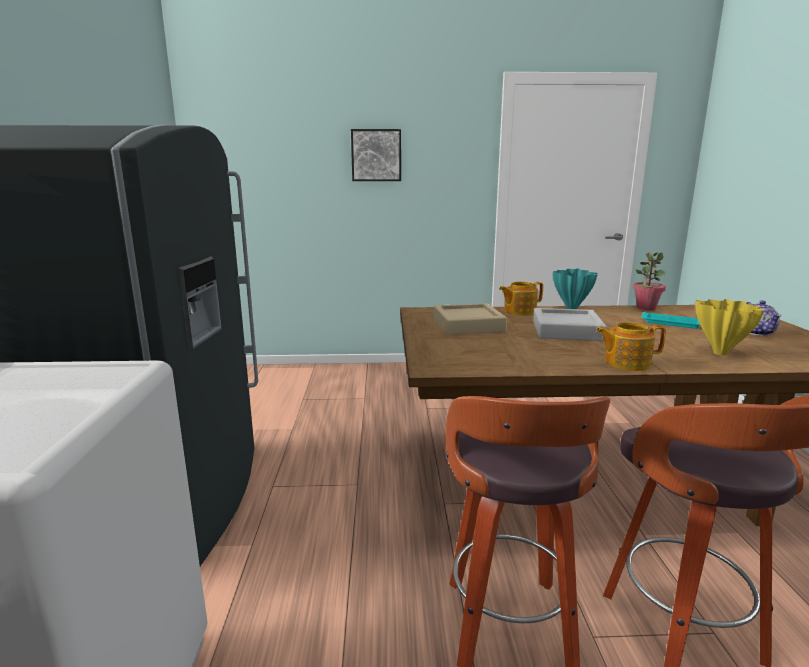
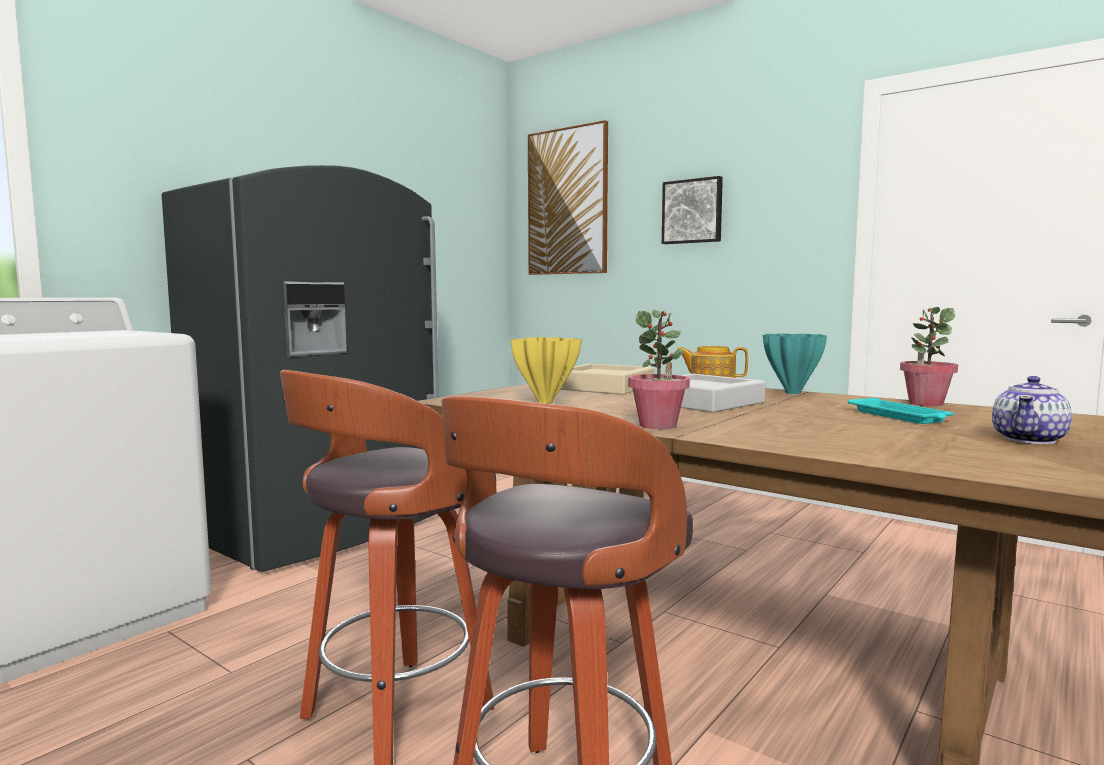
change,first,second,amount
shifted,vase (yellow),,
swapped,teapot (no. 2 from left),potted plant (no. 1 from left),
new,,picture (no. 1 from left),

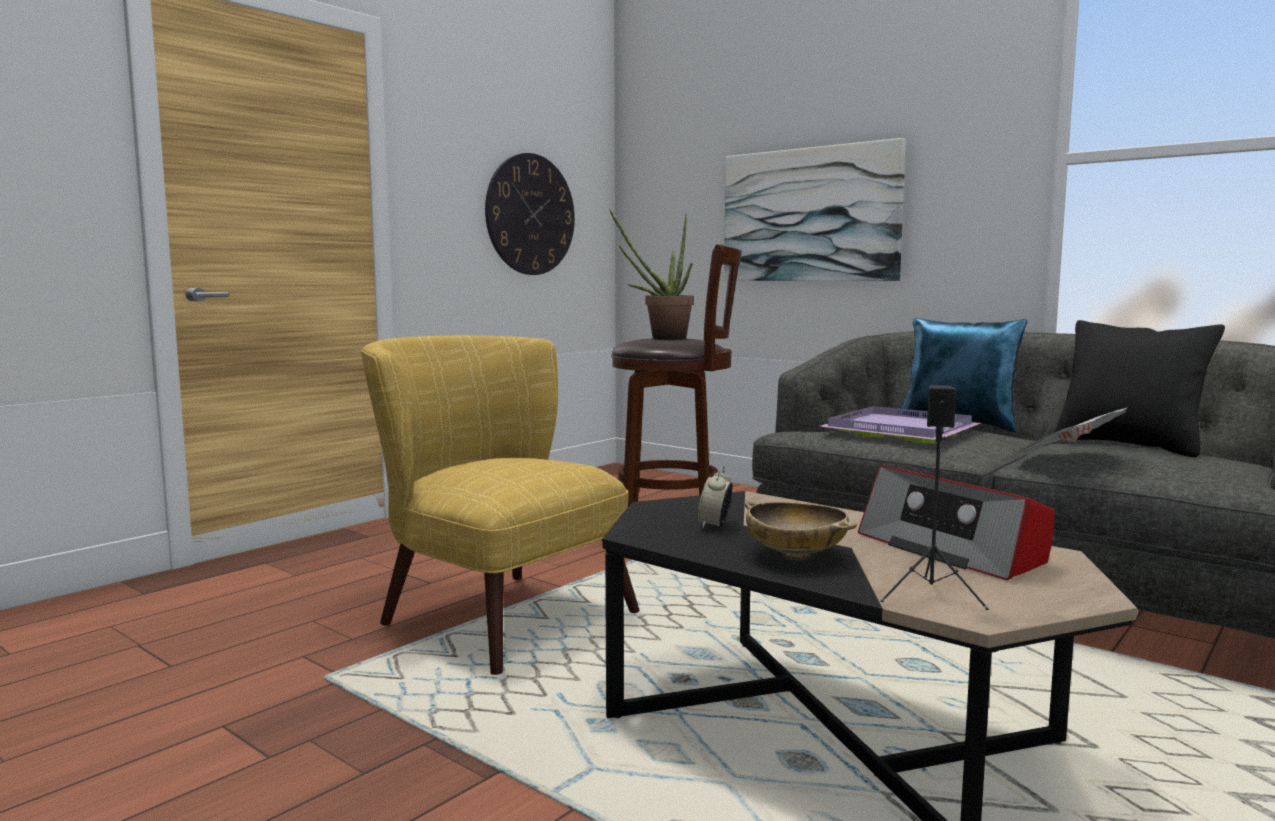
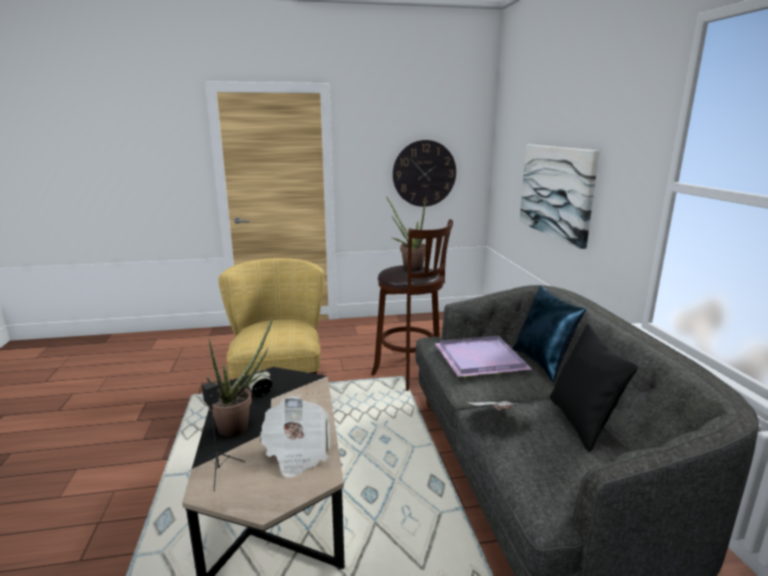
change,first,second,amount
swapped,radio,newspaper (no. 1 from left),
swapped,bowl (beige),potted plant (no. 1 from left),

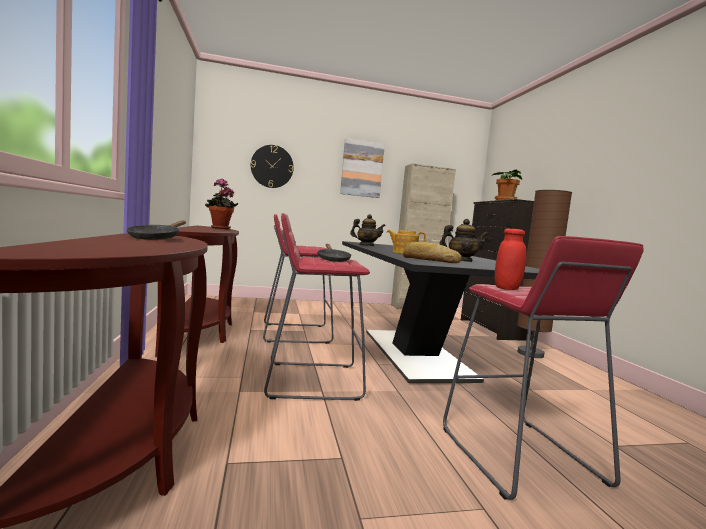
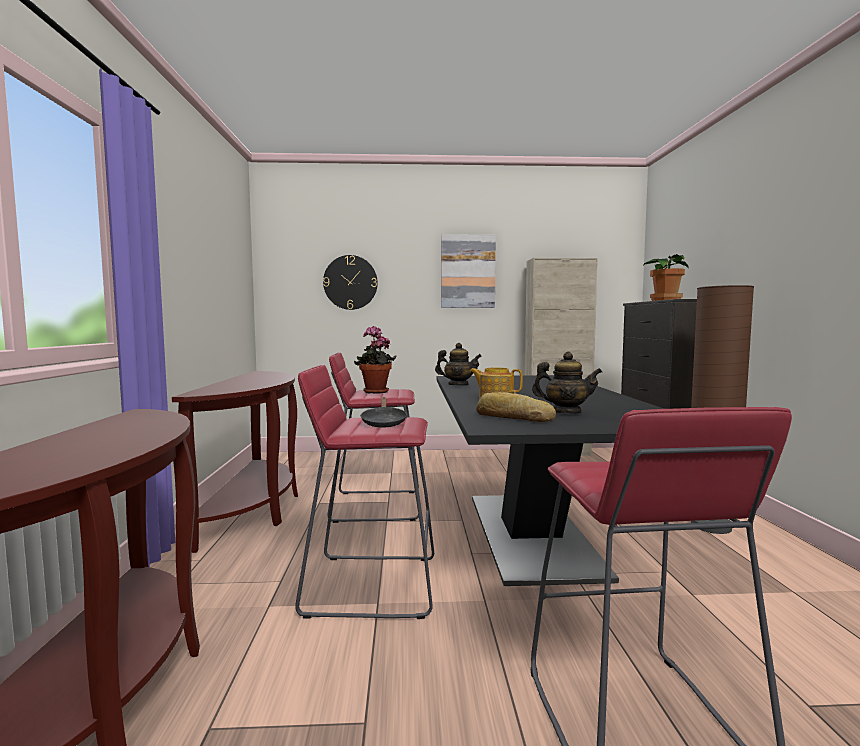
change,first,second,amount
shifted,potted plant (no. 1 from left),,
gone,frying pan (black) (no. 1 from left),,
gone,jar (red),,

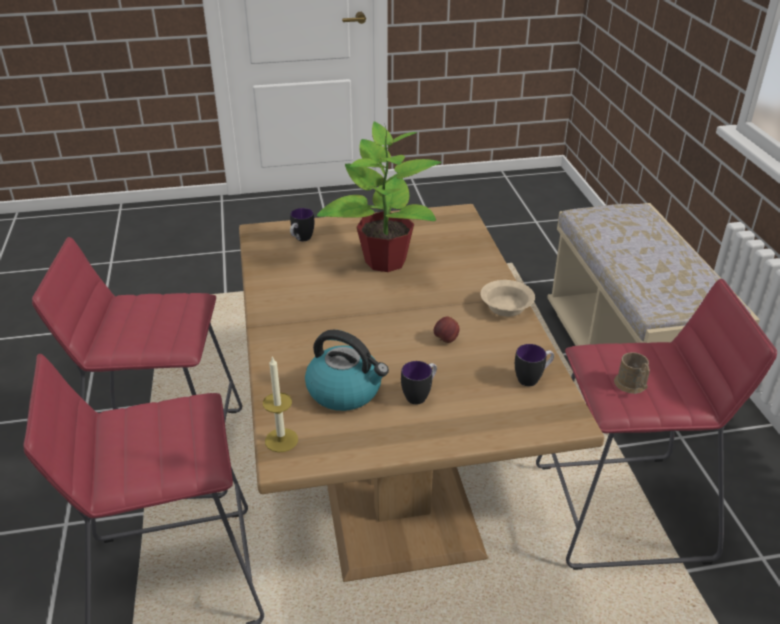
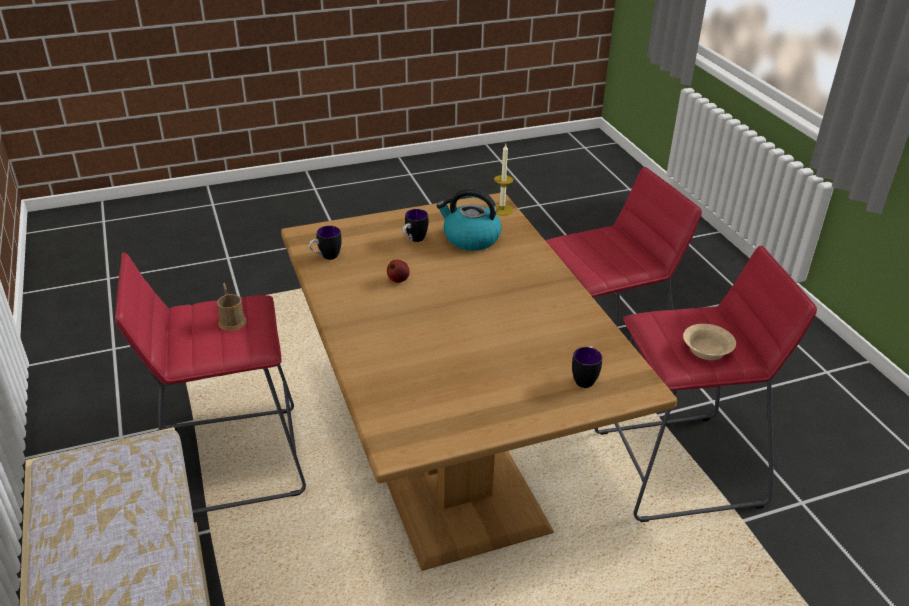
change,first,second,amount
gone,potted plant,,
shifted,bowl (beige),,

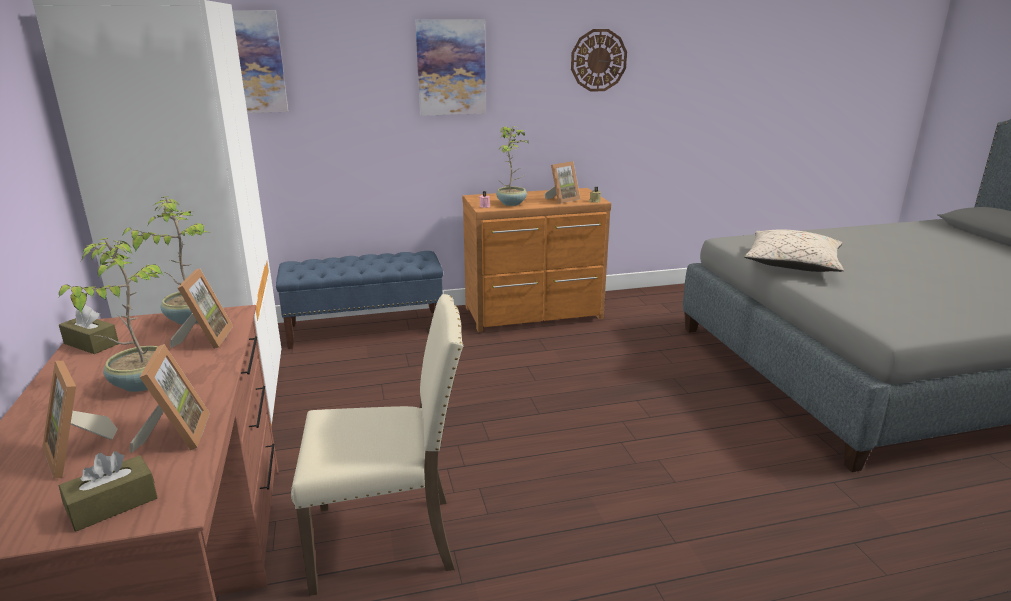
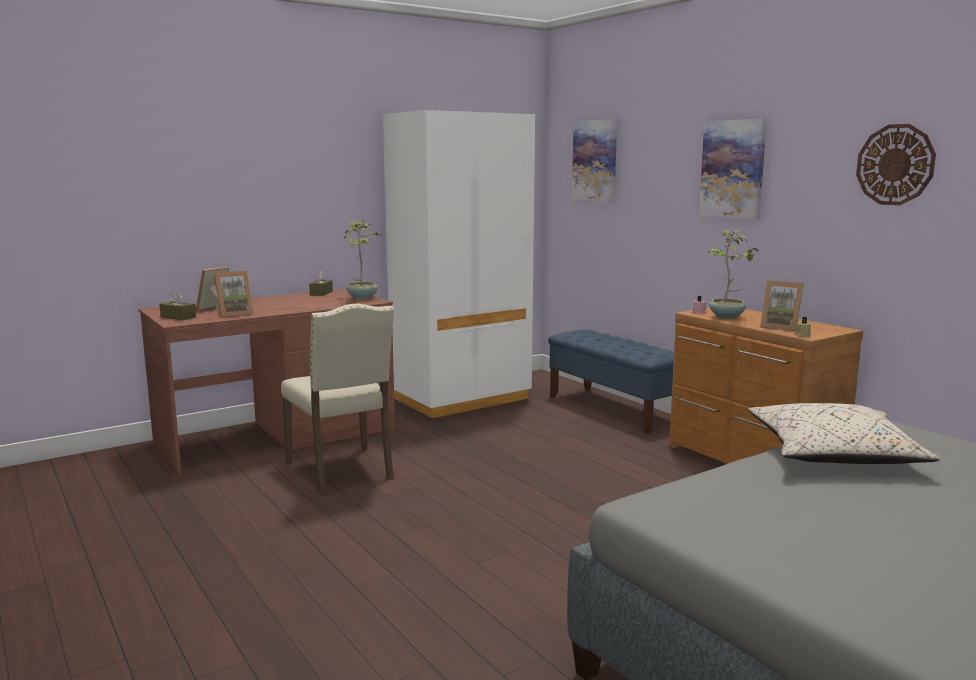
change,first,second,amount
gone,potted plant (no. 1 from left),,
gone,picture frame (no. 3 from left),,

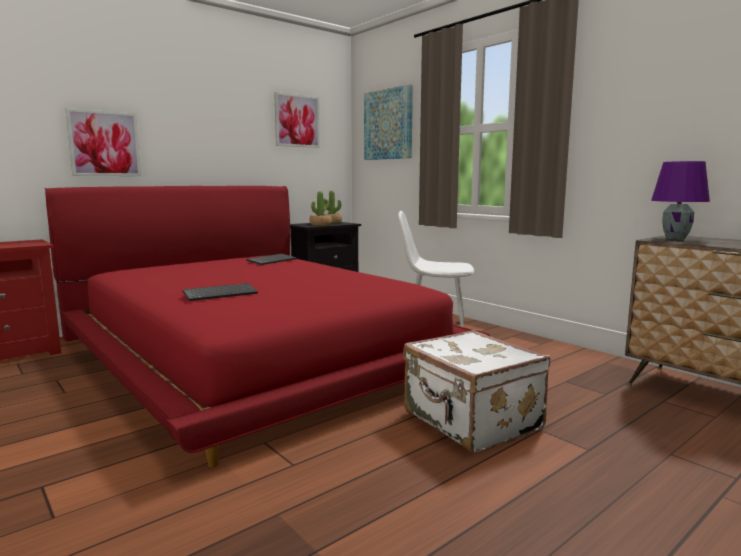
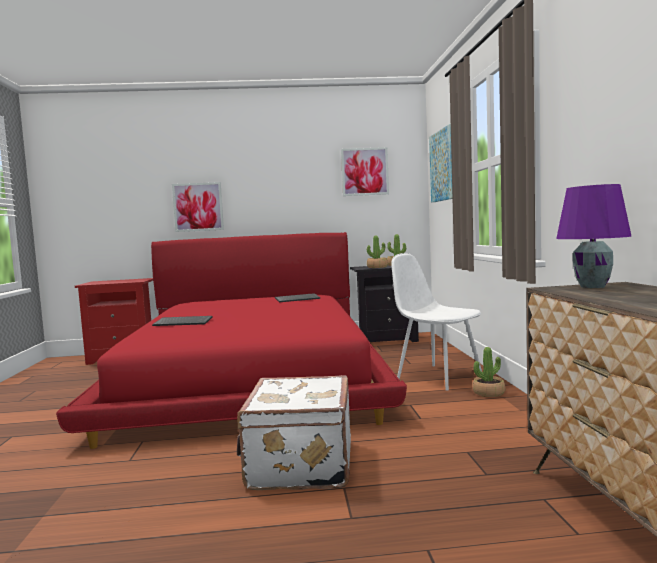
change,first,second,amount
new,,potted plant (no. 3 from left),

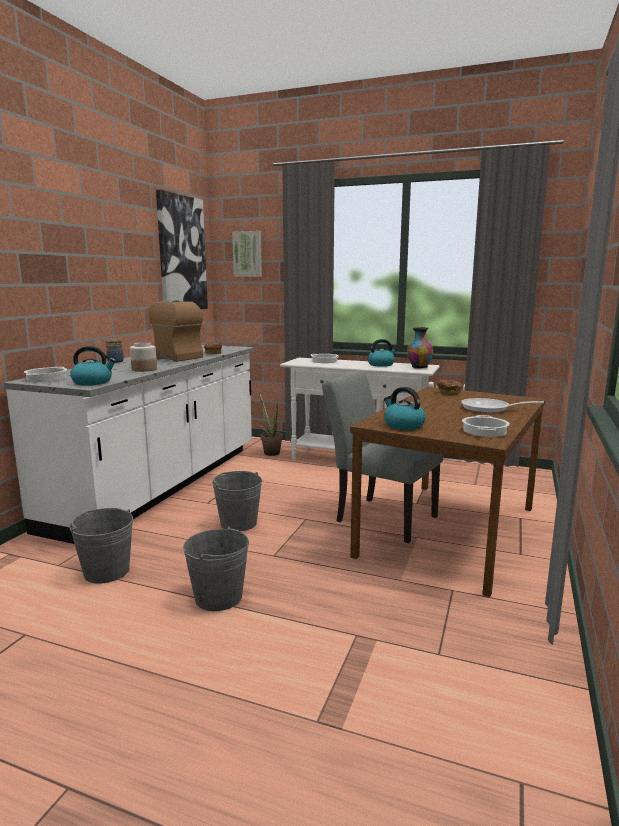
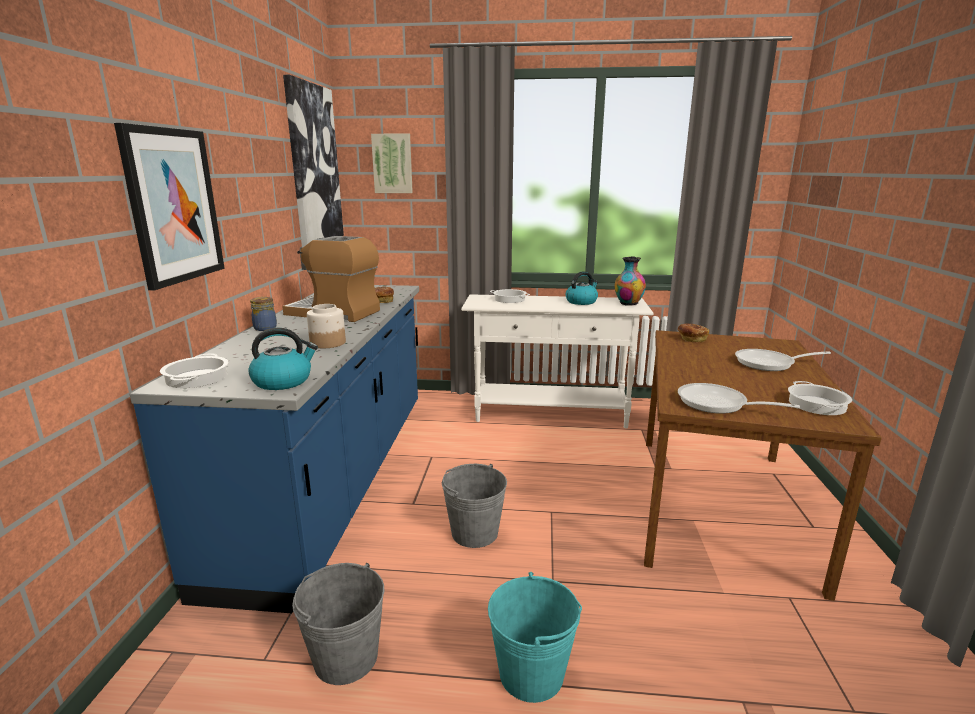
change,first,second,amount
repainted,counter (white),counter (blue),
gone,chair (grey),,
swapped,kettle (no. 3 from left),frying pan (no. 1 from left),
gone,potted plant,,
repainted,bucket (grey) (no. 2 from left),bucket (turquoise),
new,,picture (no. 1 from left),

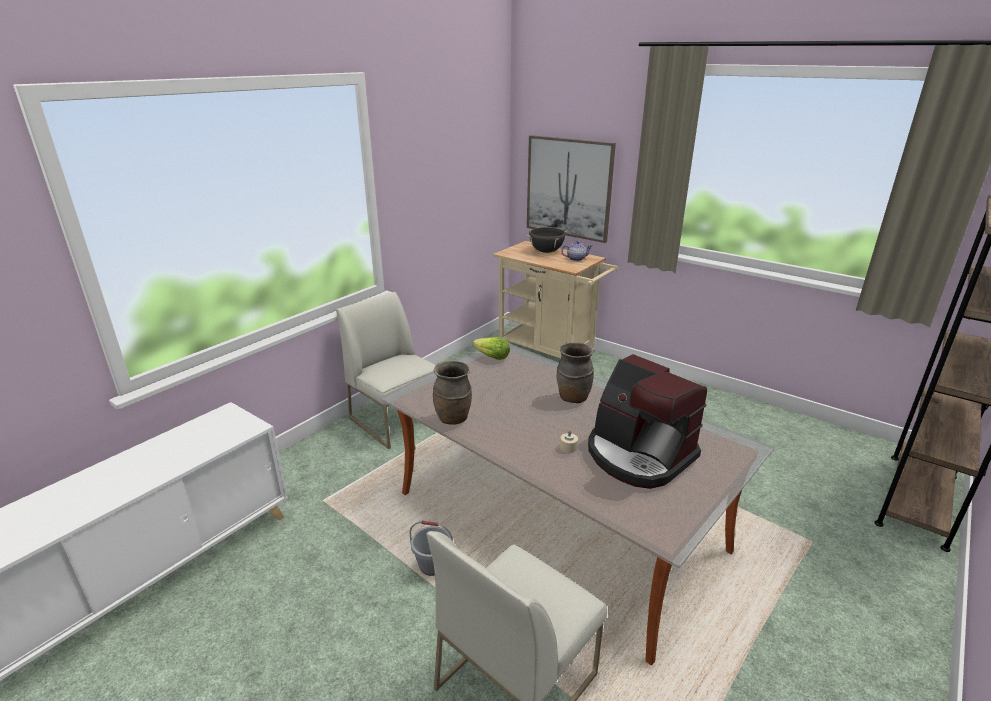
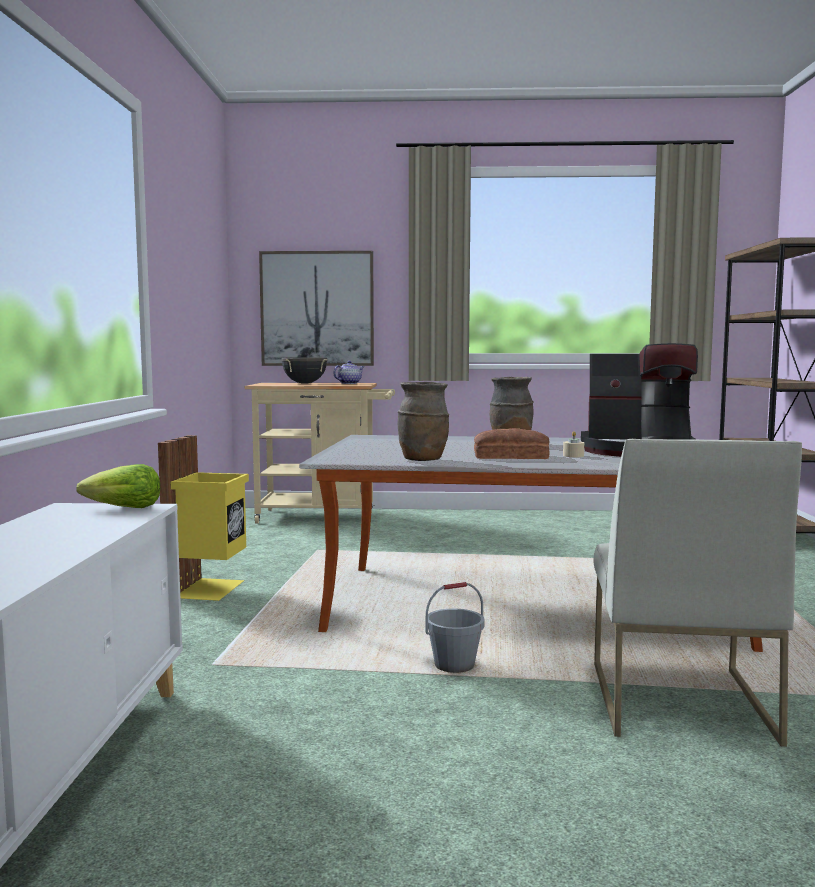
change,first,second,amount
swapped,chair (white) (no. 1 from left),trash can (yellow),
shifted,lettuce,,
new,,bread,

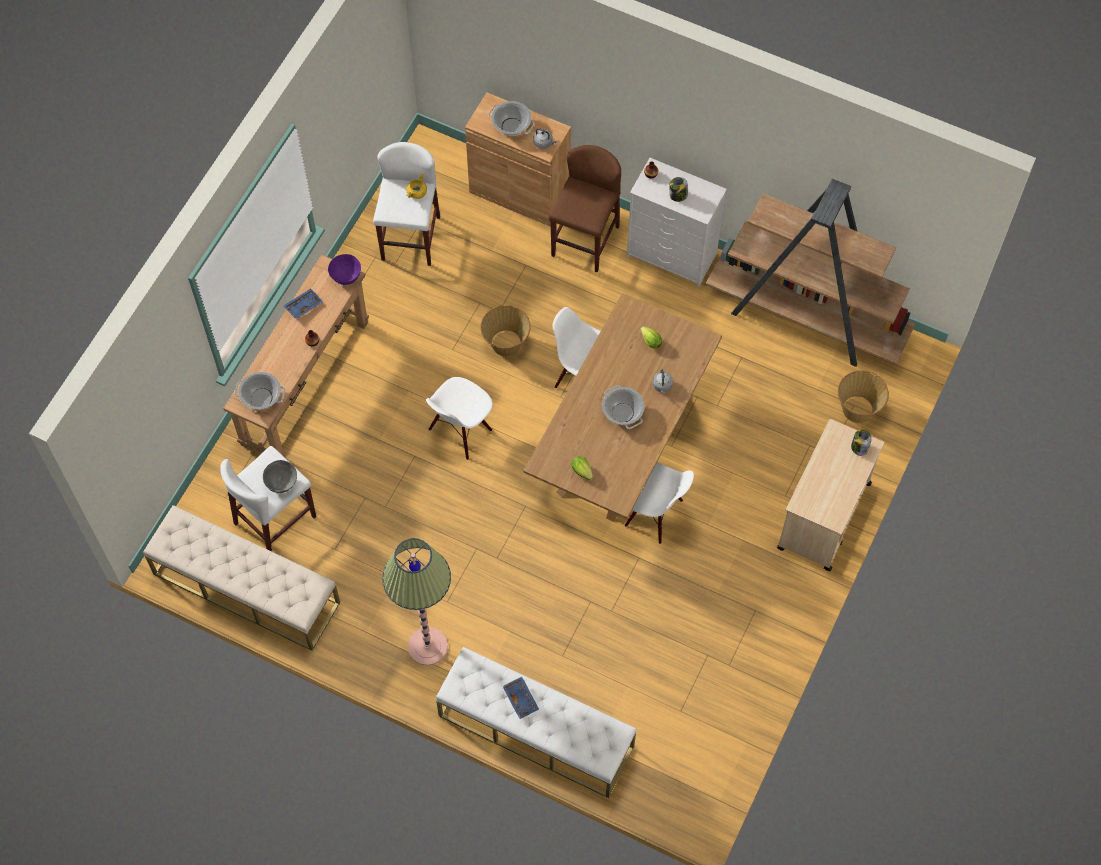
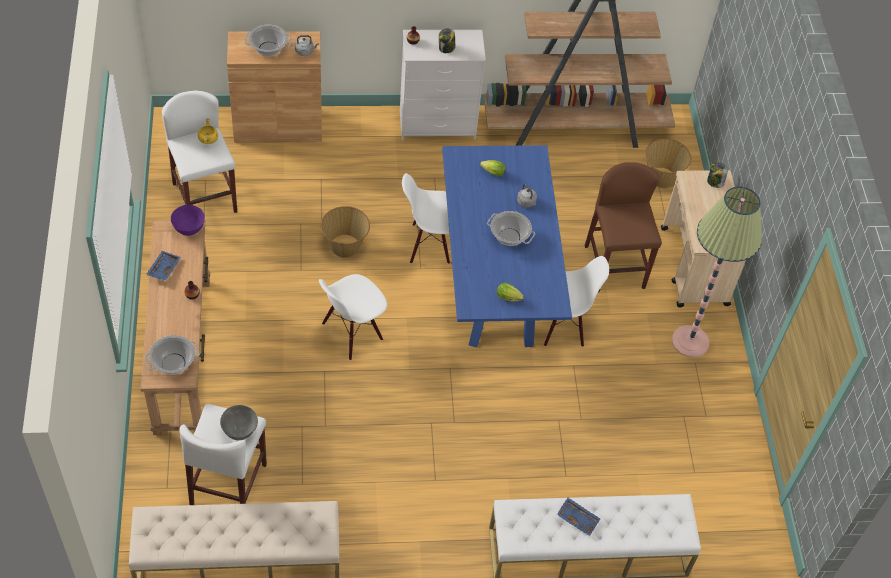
change,first,second,amount
shifted,stool (brown),,
repainted,dining table (brown),dining table (blue),
rotated,chair (white) (no. 1 from left),,45 degrees clockwise
shifted,floor lamp,,

